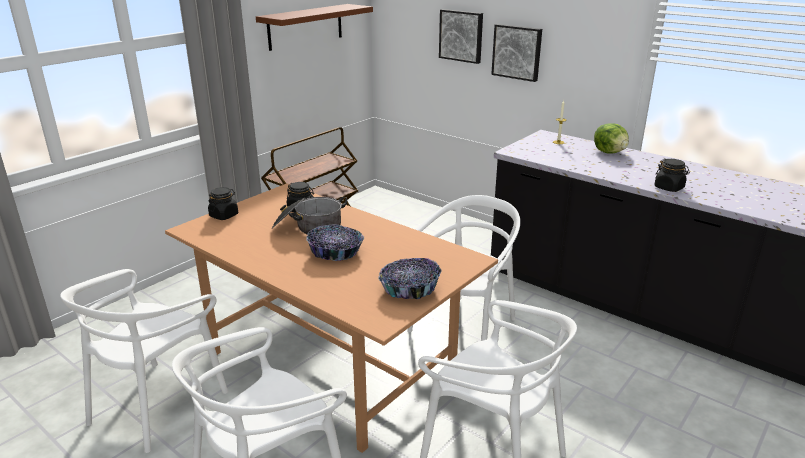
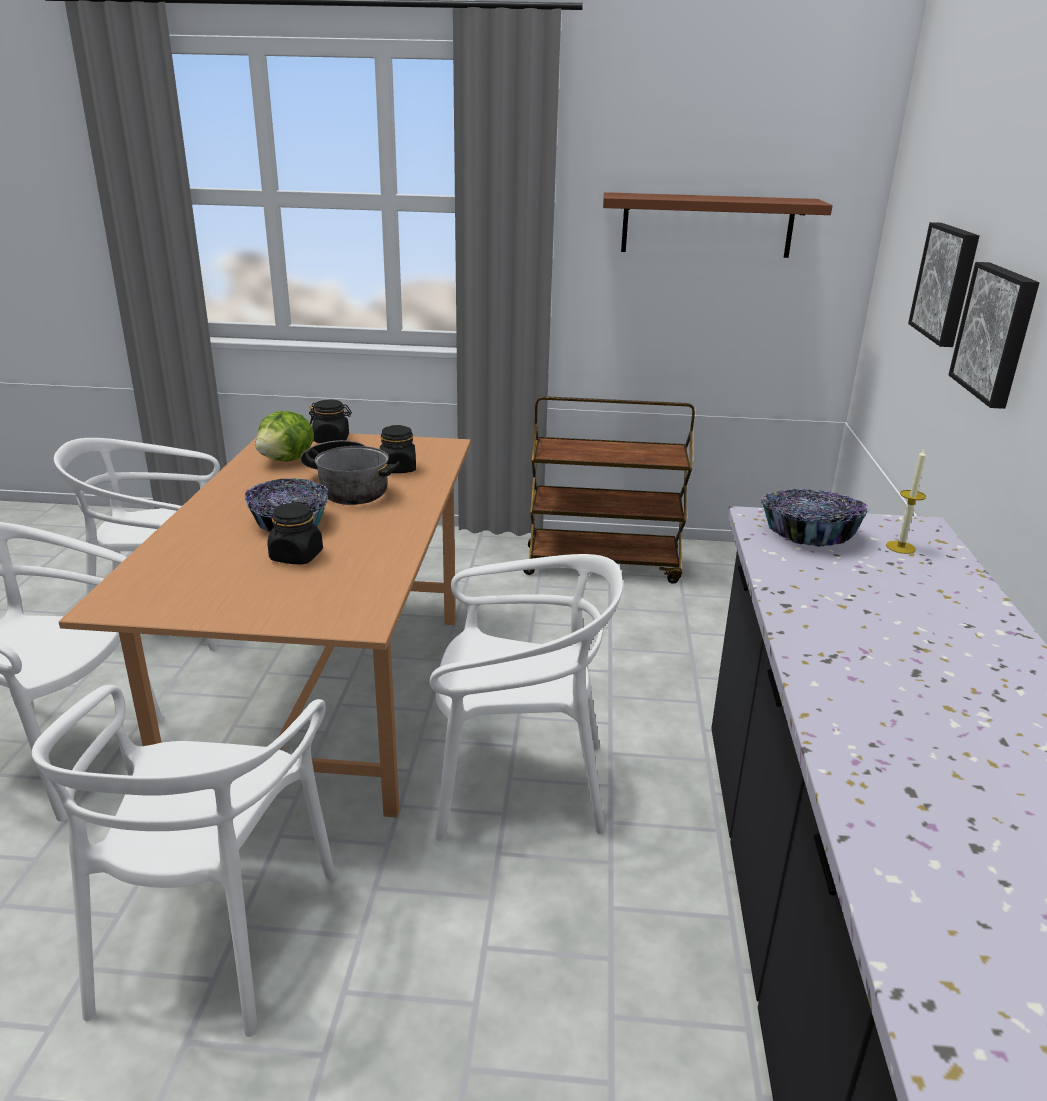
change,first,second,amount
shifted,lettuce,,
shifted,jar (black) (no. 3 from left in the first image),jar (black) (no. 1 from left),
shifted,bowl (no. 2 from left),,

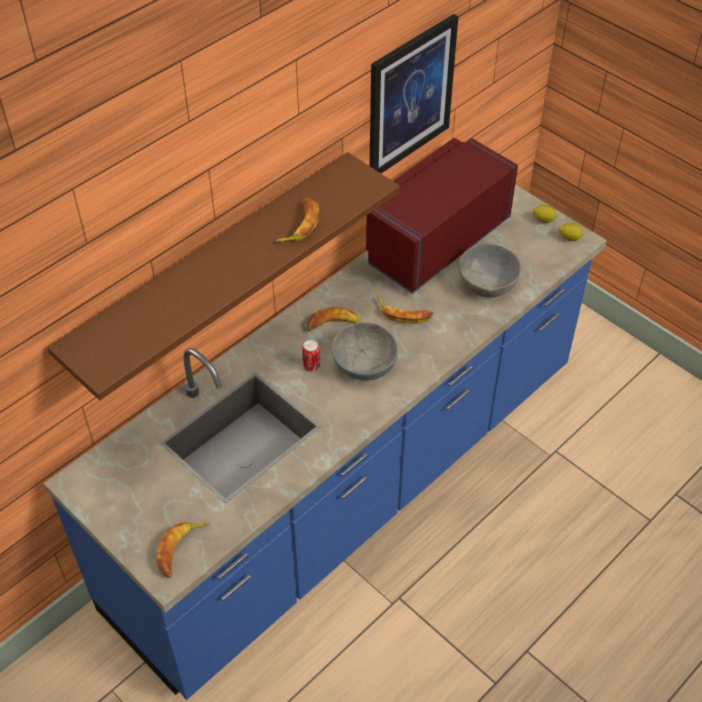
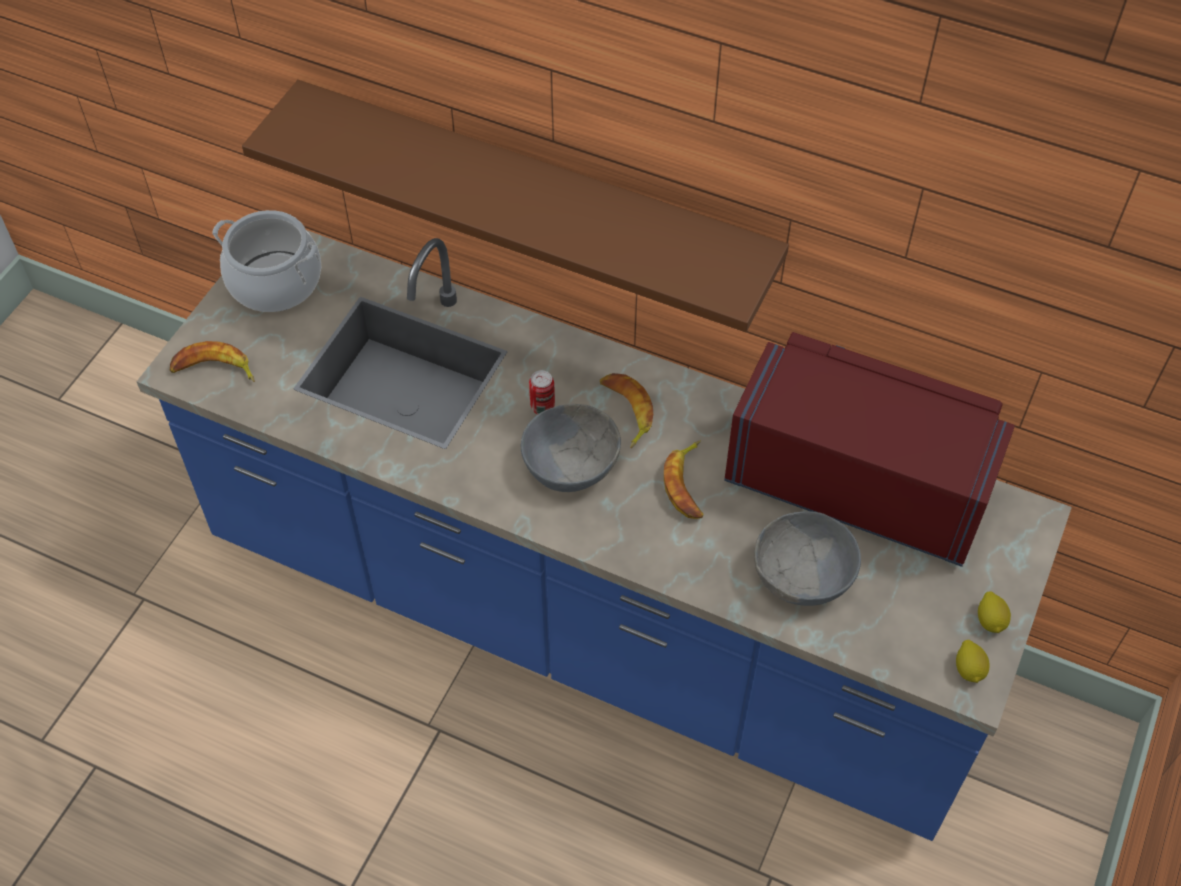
change,first,second,amount
gone,picture,,
gone,banana (no. 2 from left),,
new,,cooking pot,

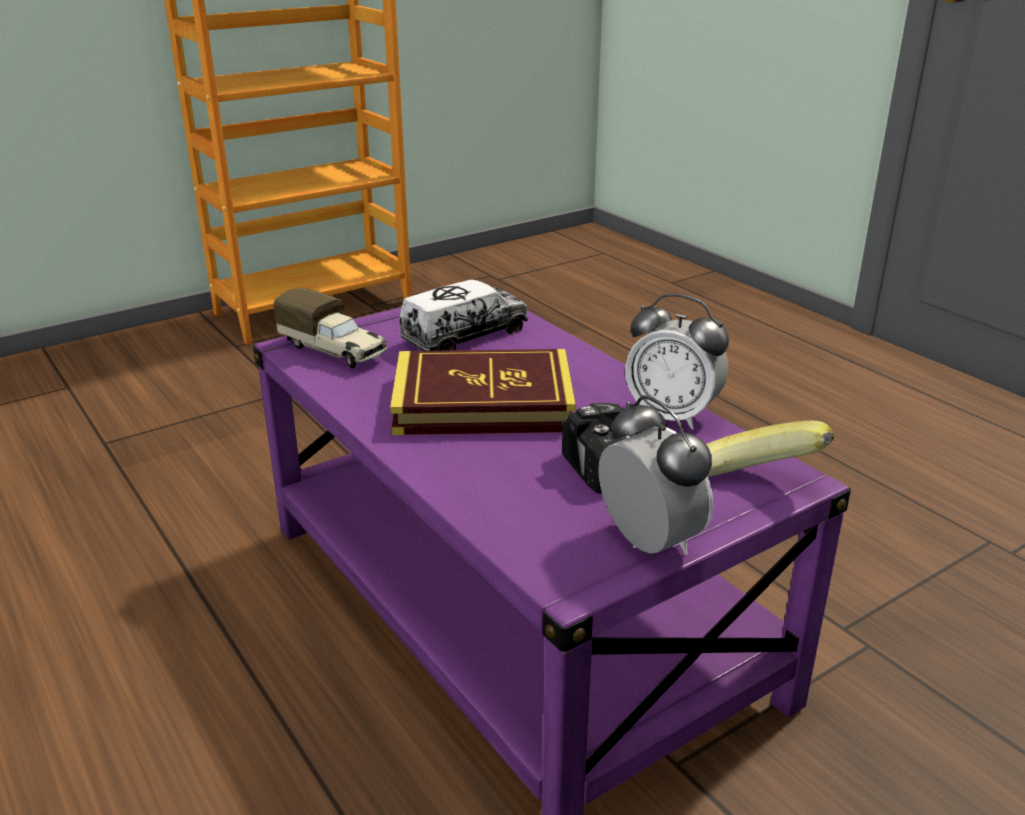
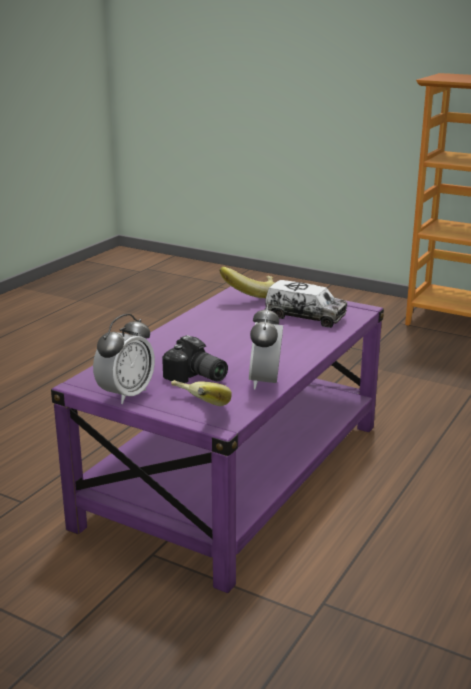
change,first,second,amount
swapped,toy truck (no. 1 from left),banana (no. 2 from left),
gone,book,,

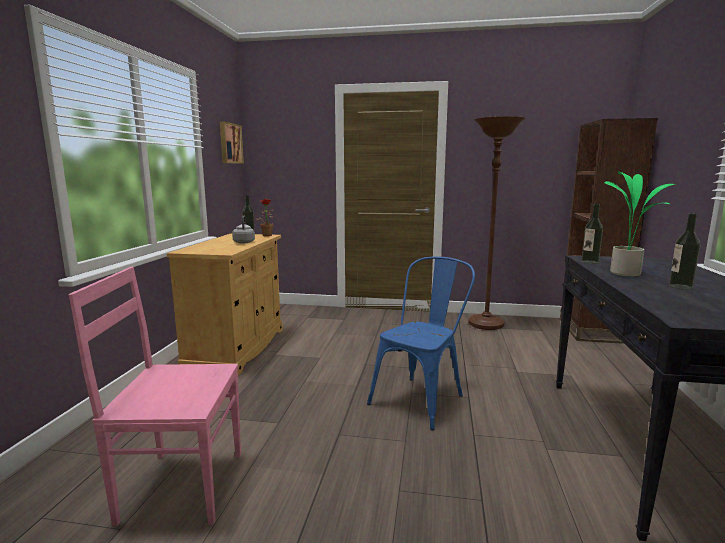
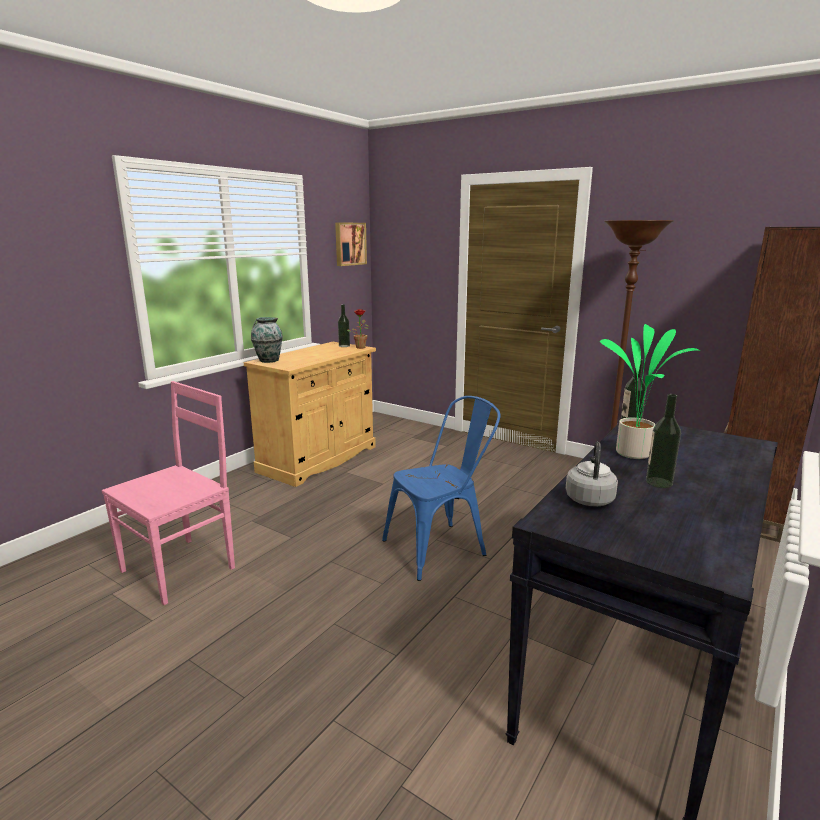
change,first,second,amount
shifted,kettle (grey),,
rotated,chair (pink),,105 degrees clockwise
new,,vase,

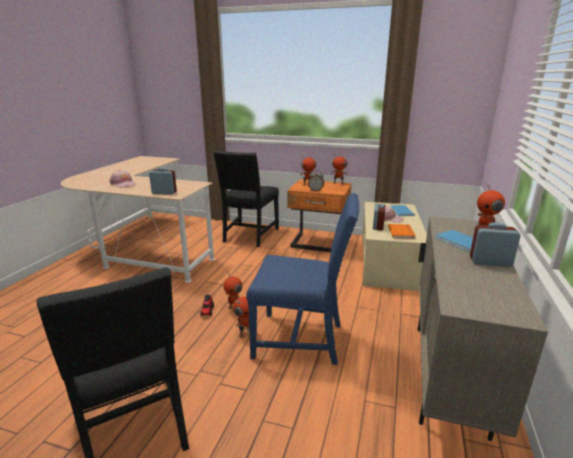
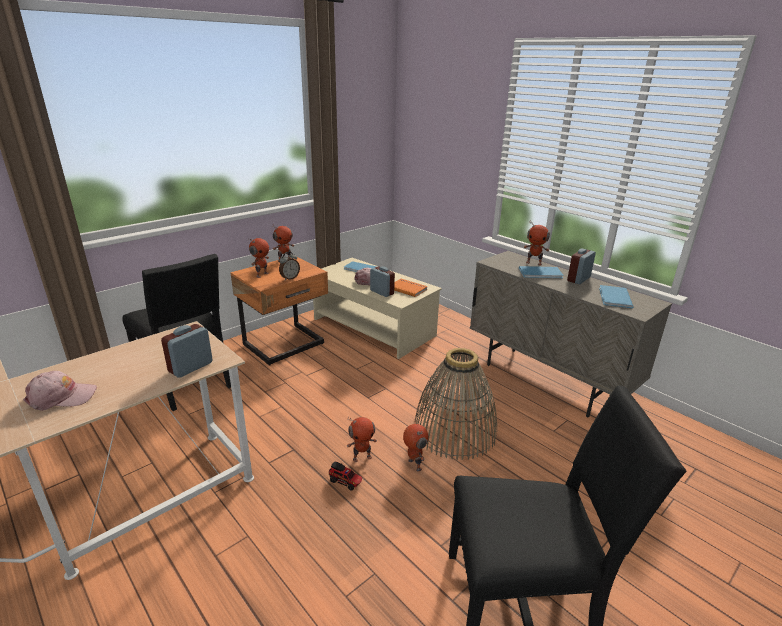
change,first,second,amount
swapped,chair (blue),basket,
new,,book (blue) (no. 3 from left),

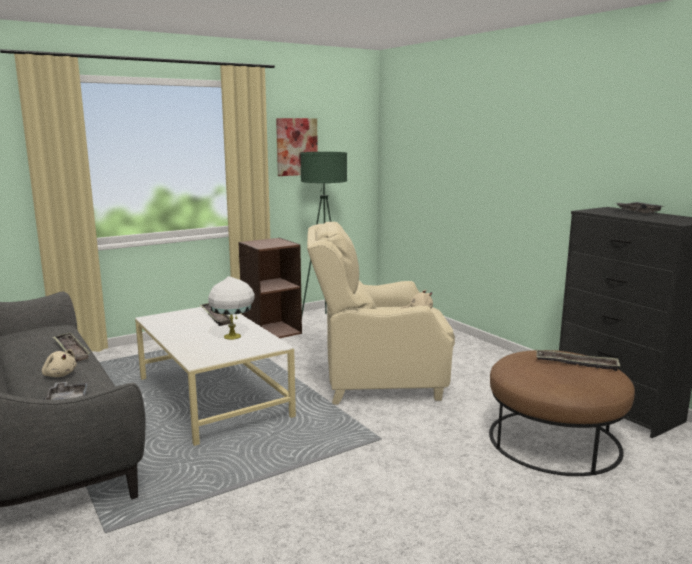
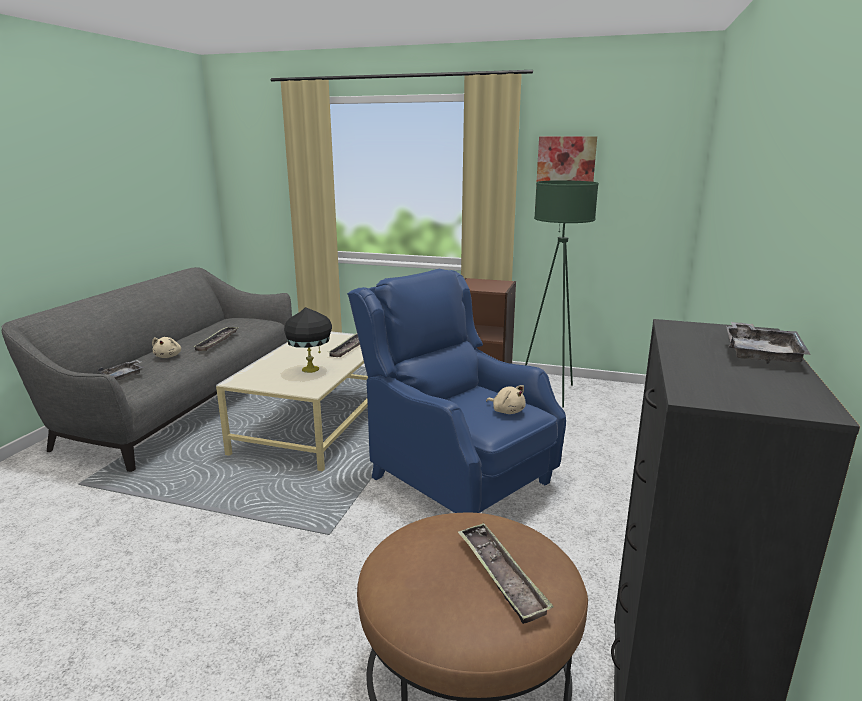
change,first,second,amount
repainted,armchair (beige),armchair (blue),
repainted,table lamp (white),table lamp (black),

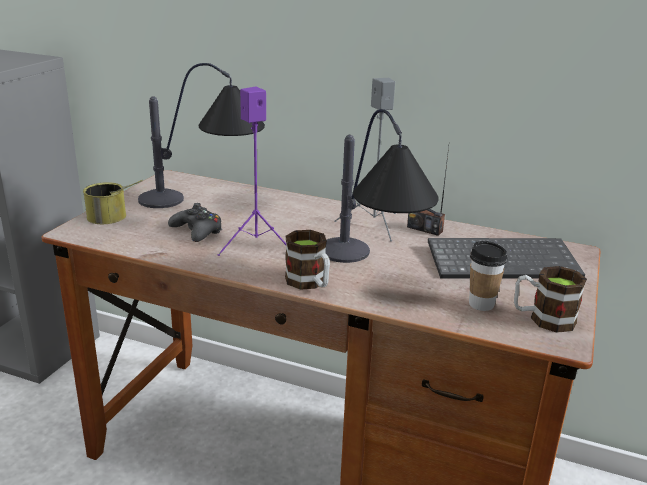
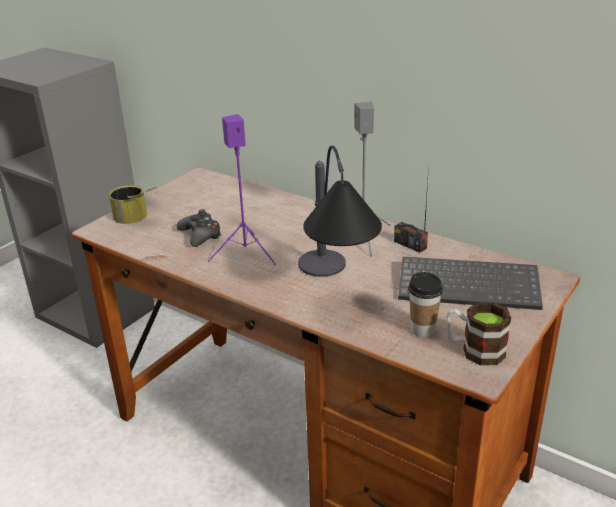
change,first,second,amount
gone,table lamp (no. 1 from left),,
gone,mug (no. 1 from left),,

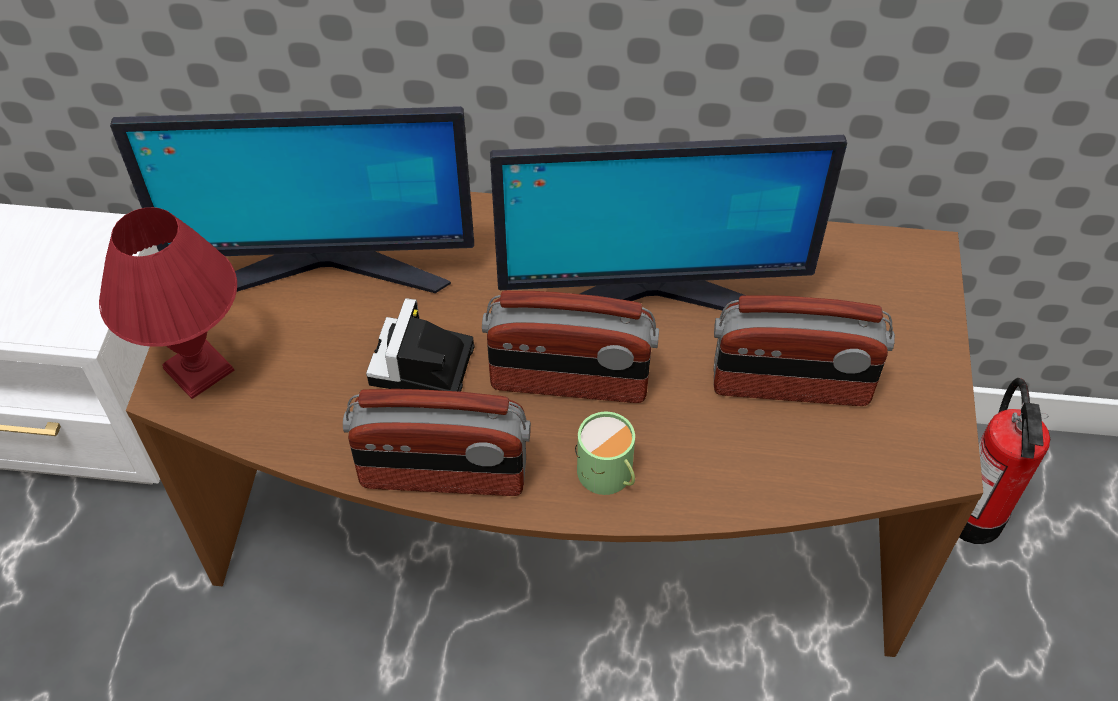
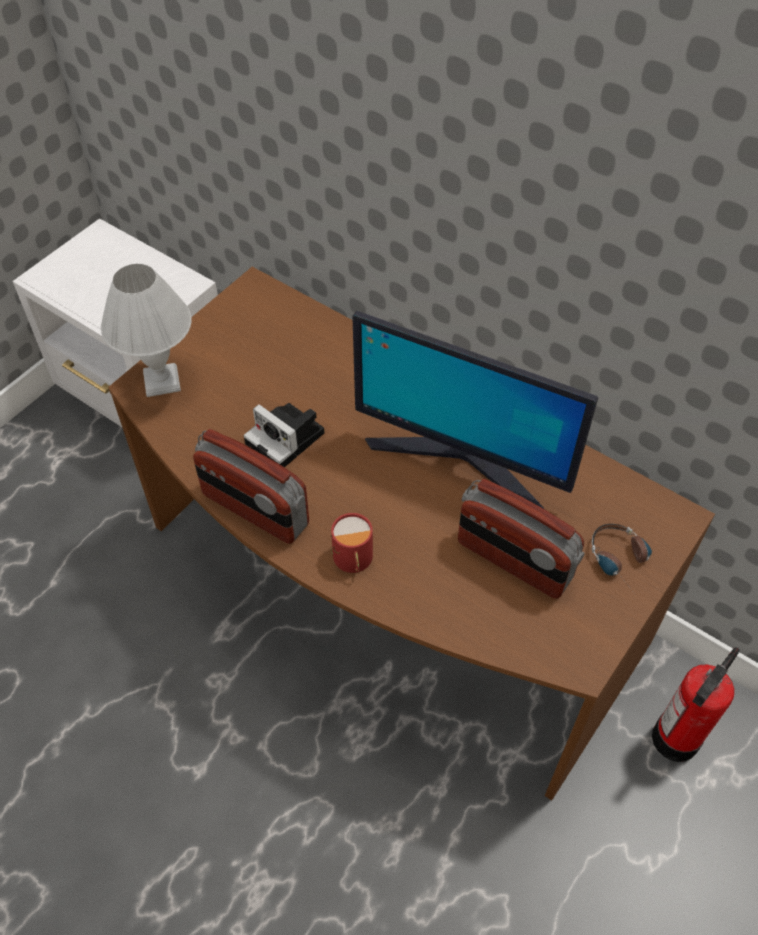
change,first,second,amount
gone,monitor (no. 1 from left),,
repainted,table lamp (red),table lamp (white),
gone,radio (no. 2 from left),,
rotated,photo camera,,90 degrees counterclockwise
repainted,mug (green),mug (red),
new,,headphones,

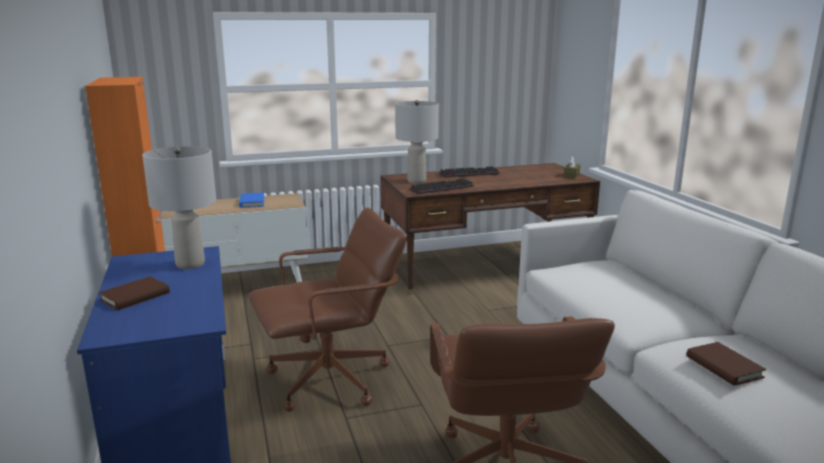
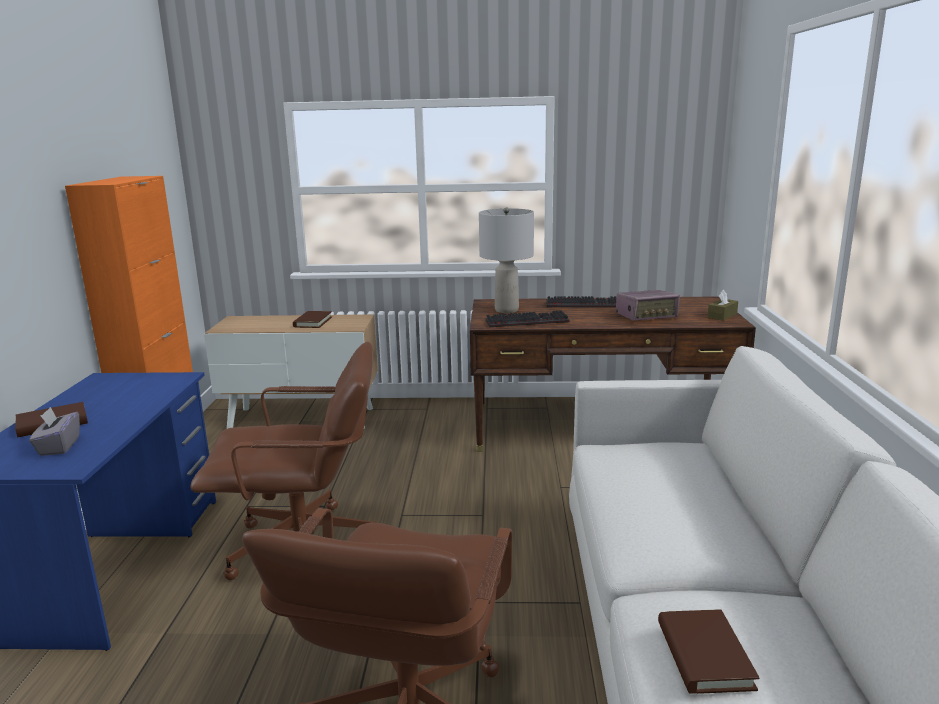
change,first,second,amount
gone,table lamp (grey) (no. 1 from left),,
repainted,book (blue),book (brown) (no. 2 from left),
new,,radio,
new,,tissue box (grey),

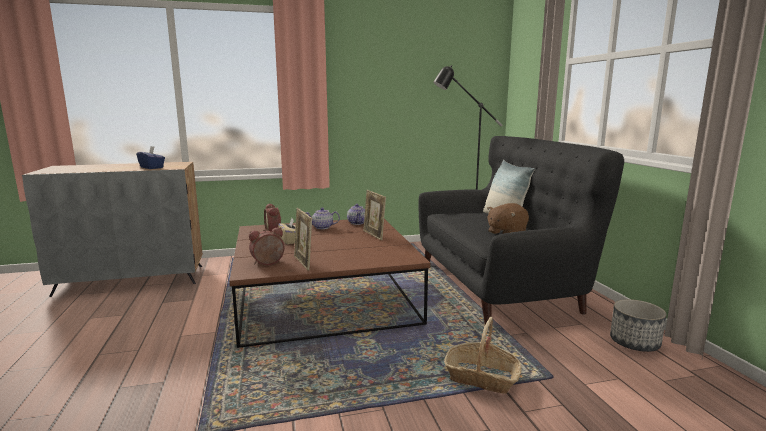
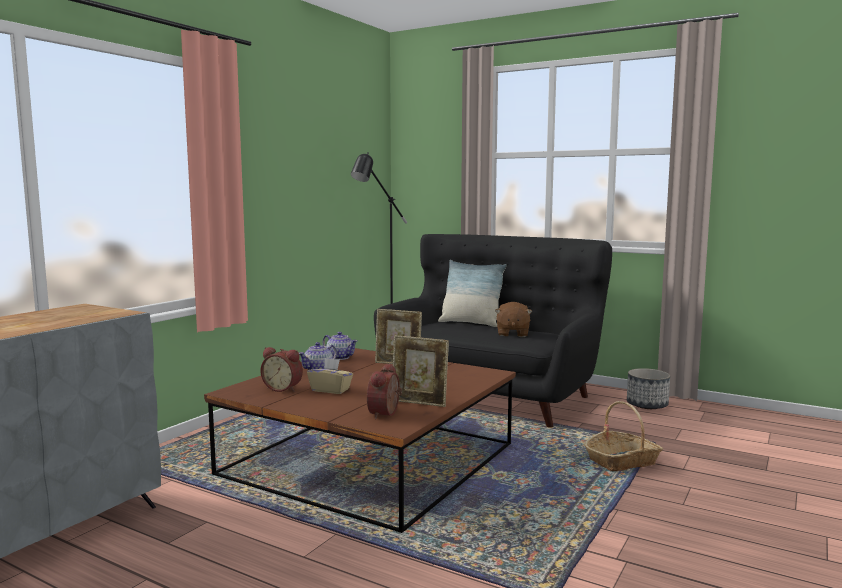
change,first,second,amount
gone,tissue box (blue),,

